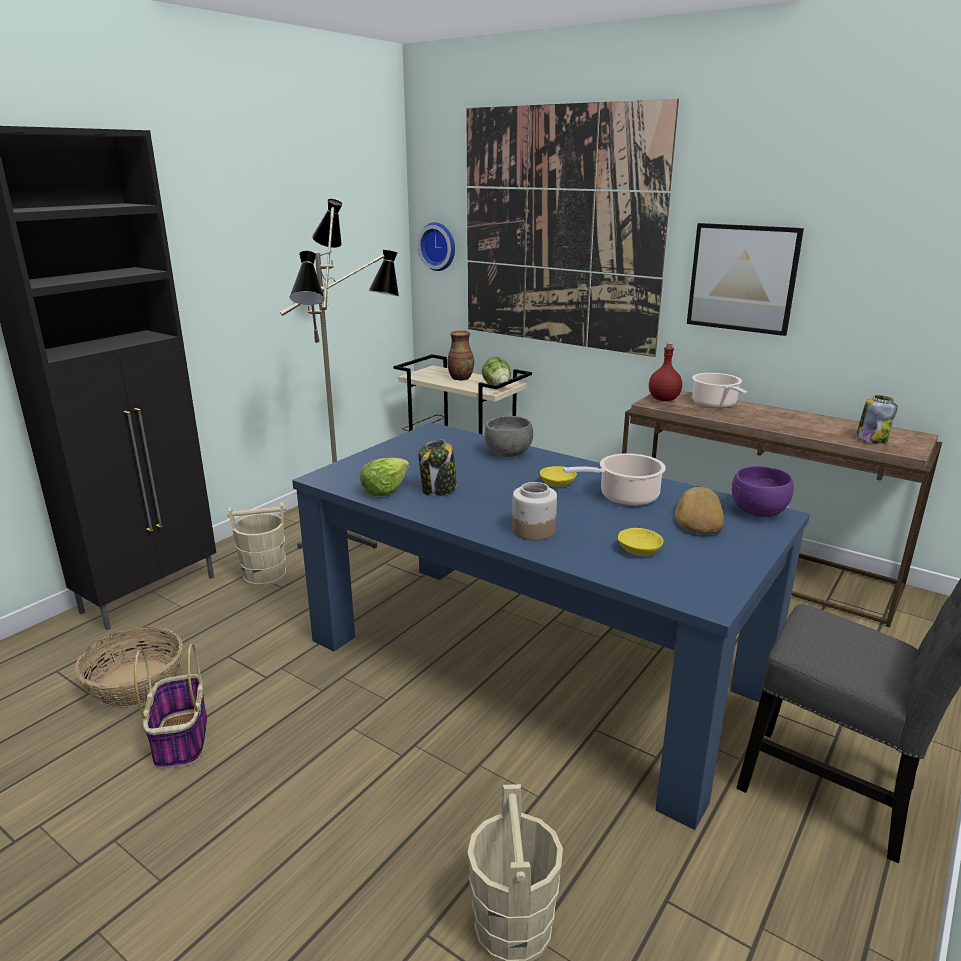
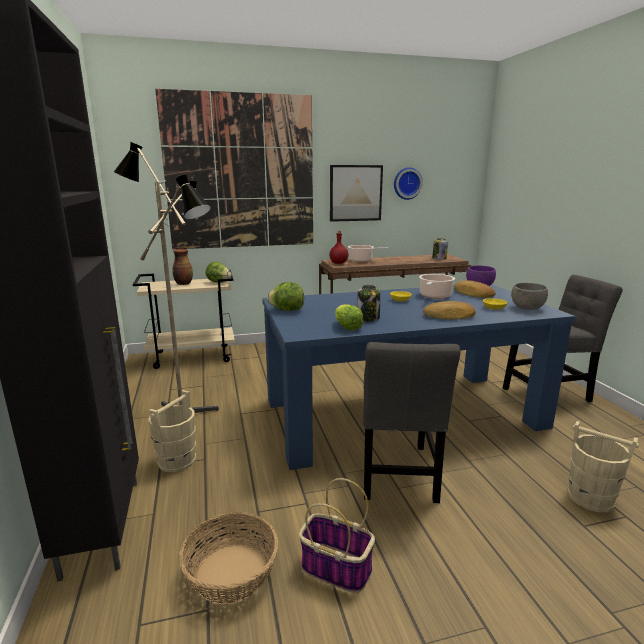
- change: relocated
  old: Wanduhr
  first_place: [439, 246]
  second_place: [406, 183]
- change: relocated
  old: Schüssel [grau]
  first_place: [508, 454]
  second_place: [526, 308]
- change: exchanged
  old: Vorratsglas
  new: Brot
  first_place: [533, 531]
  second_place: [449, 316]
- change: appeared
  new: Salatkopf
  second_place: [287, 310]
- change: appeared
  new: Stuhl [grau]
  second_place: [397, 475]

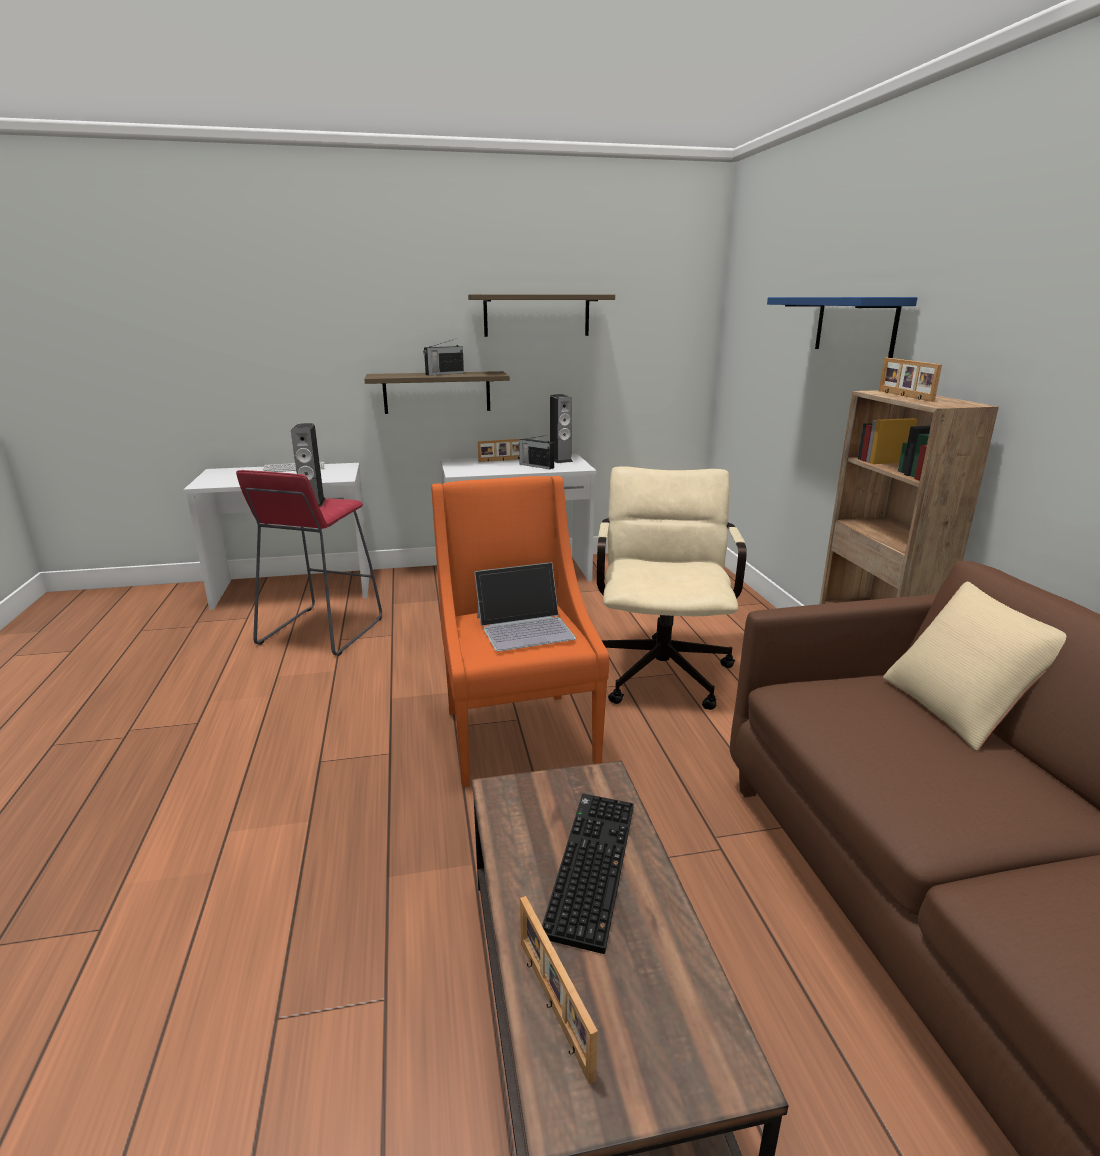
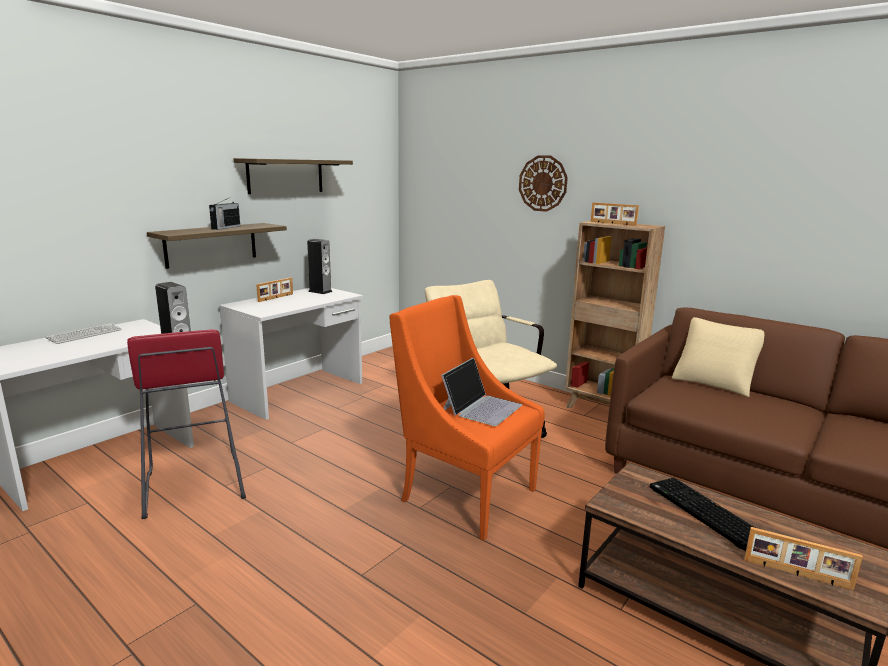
- change: missing
  old: Radio
  first_place: [536, 466]
- change: exchanged
  old: Wandregal [blau]
  new: Wanduhr
  first_place: [855, 325]
  second_place: [543, 183]

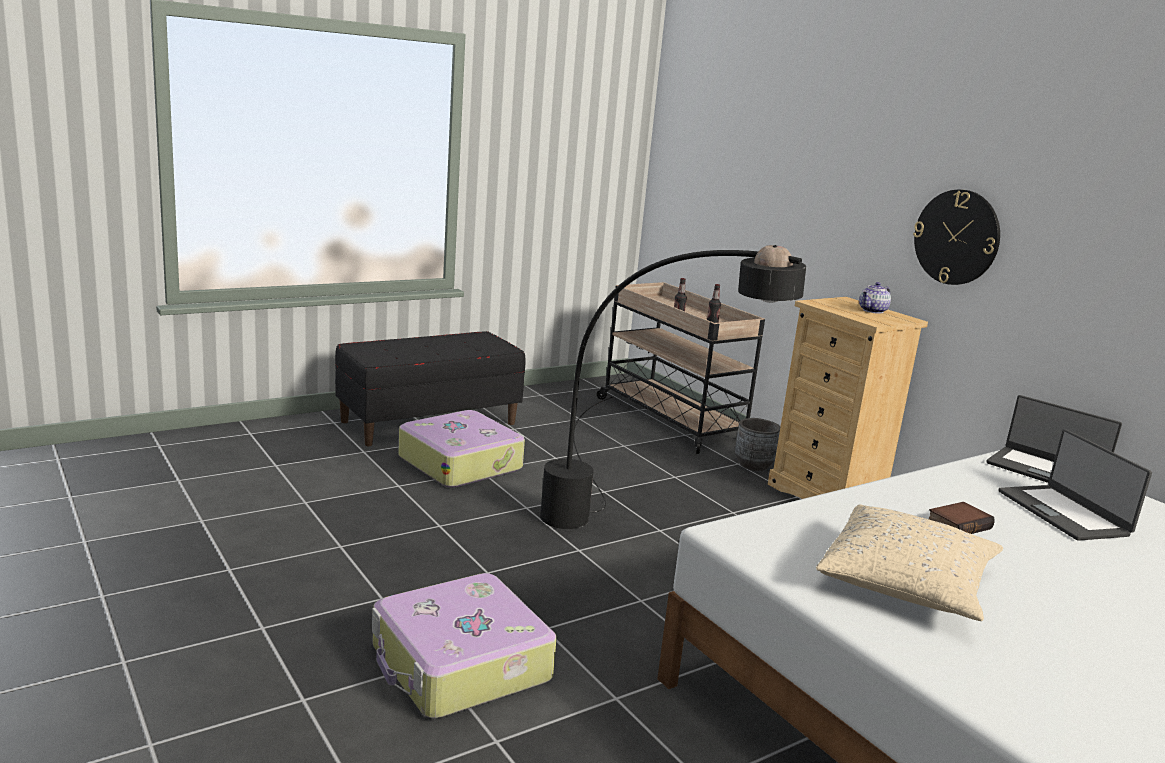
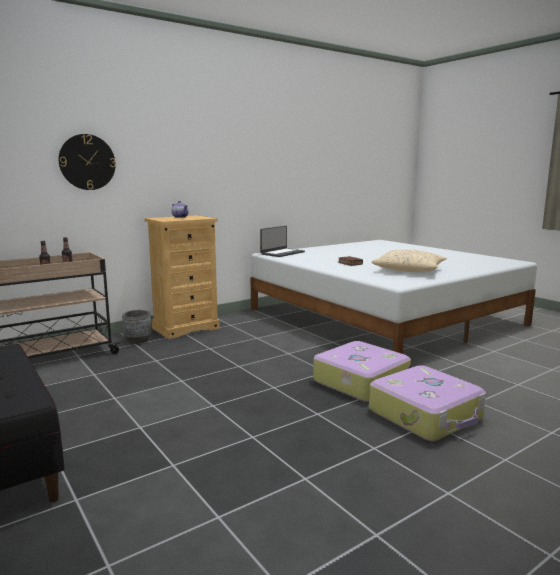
- change: relocated
  old: Koffer
  first_place: [461, 463]
  second_place: [359, 381]
- change: missing
  old: Stehlampe [schwarz]
  first_place: [628, 529]
- change: relocated
  old: Wanduhr
  first_place: [956, 237]
  second_place: [87, 162]
- change: missing
  old: Laptop
  first_place: [1064, 513]

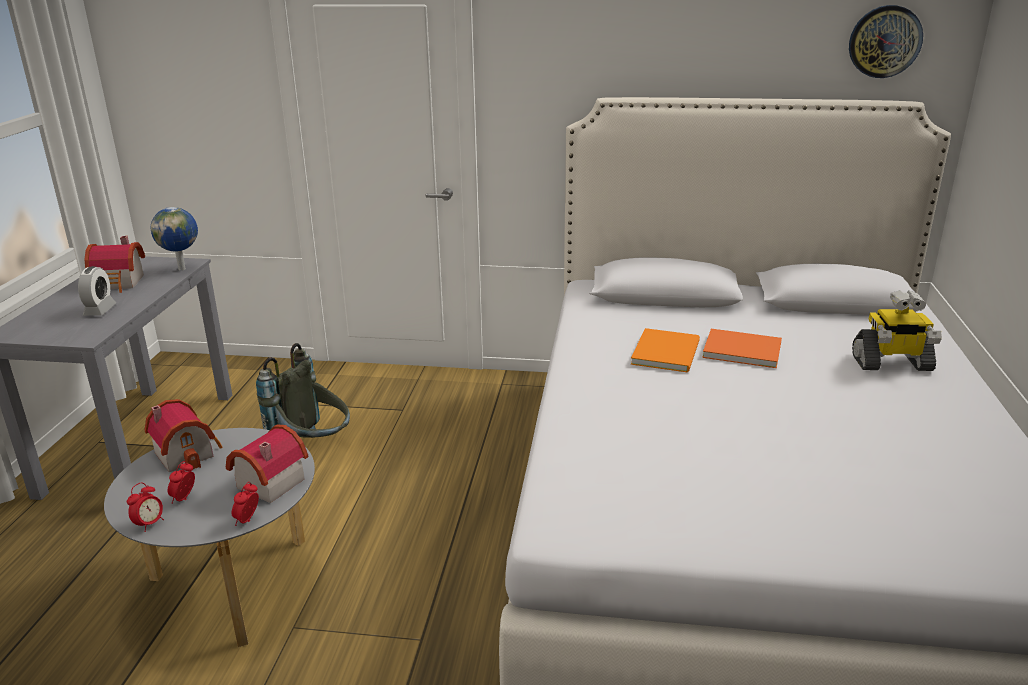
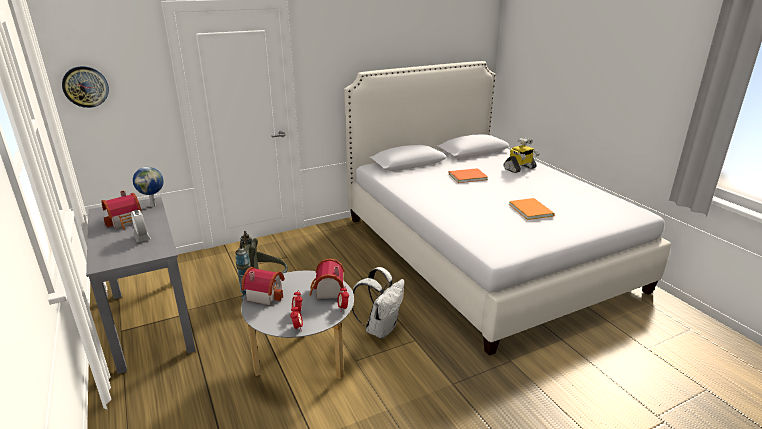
- change: relocated
  old: Buch [orange]
  first_place: [668, 352]
  second_place: [531, 209]
- change: relocated
  old: Wanduhr
  first_place: [884, 41]
  second_place: [85, 86]
- change: appeared
  new: Rucksack [weiß]
  second_place: [380, 328]

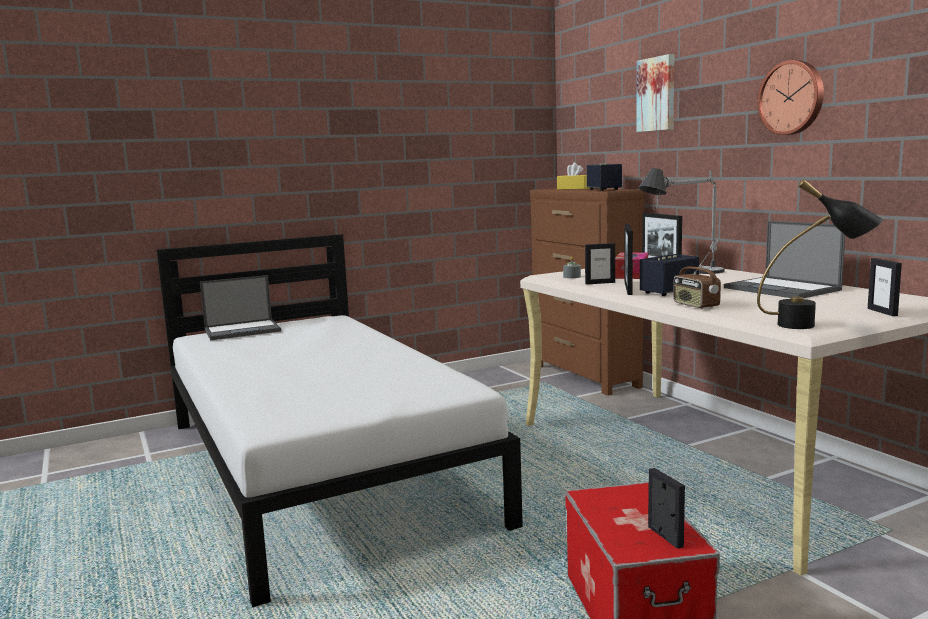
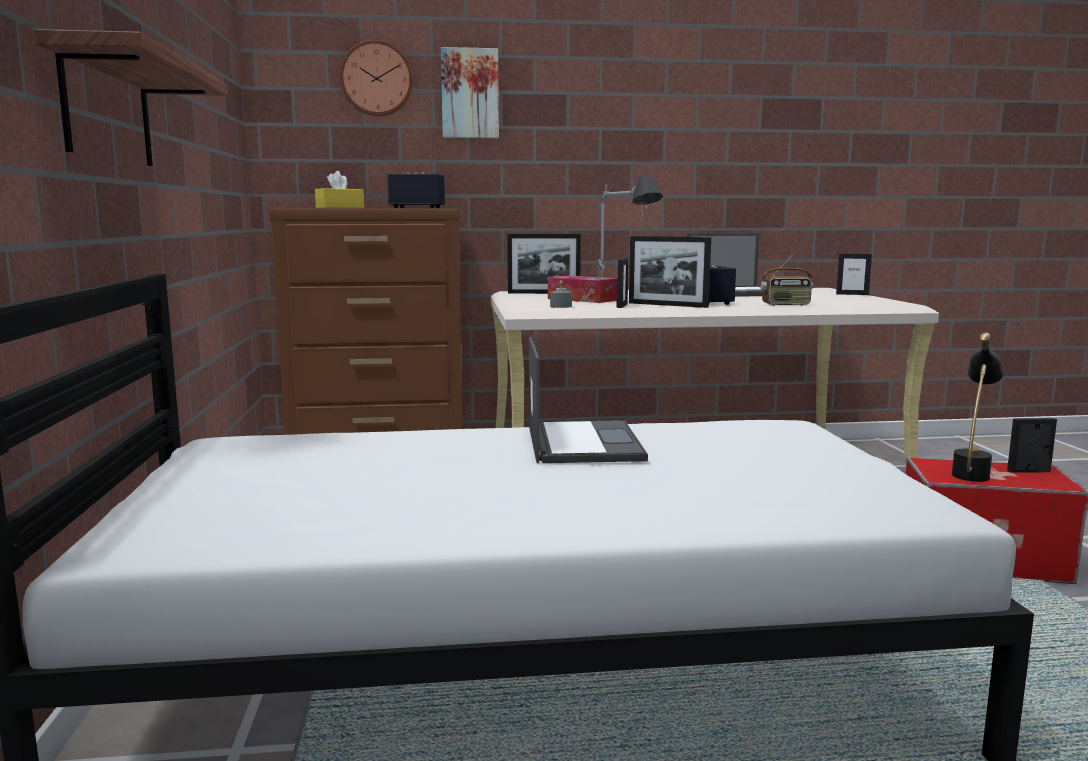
- change: relocated
  old: Laptop
  first_place: [243, 330]
  second_place: [582, 442]
- change: relocated
  old: Wanduhr
  first_place: [792, 98]
  second_place: [377, 79]
- change: relocated
  old: Tischlampe [schwarz]
  first_place: [814, 325]
  second_place: [972, 472]
- change: appeared
  new: Wandregal
  second_place: [108, 110]

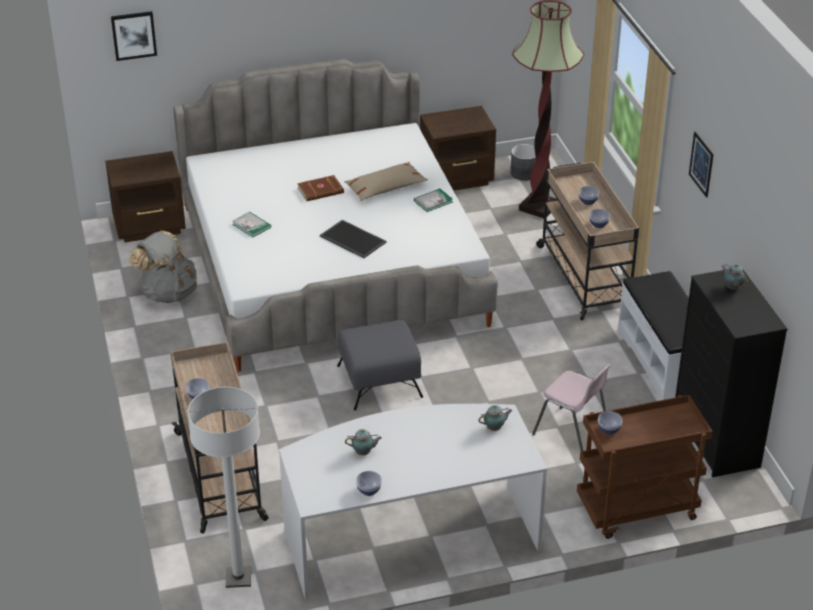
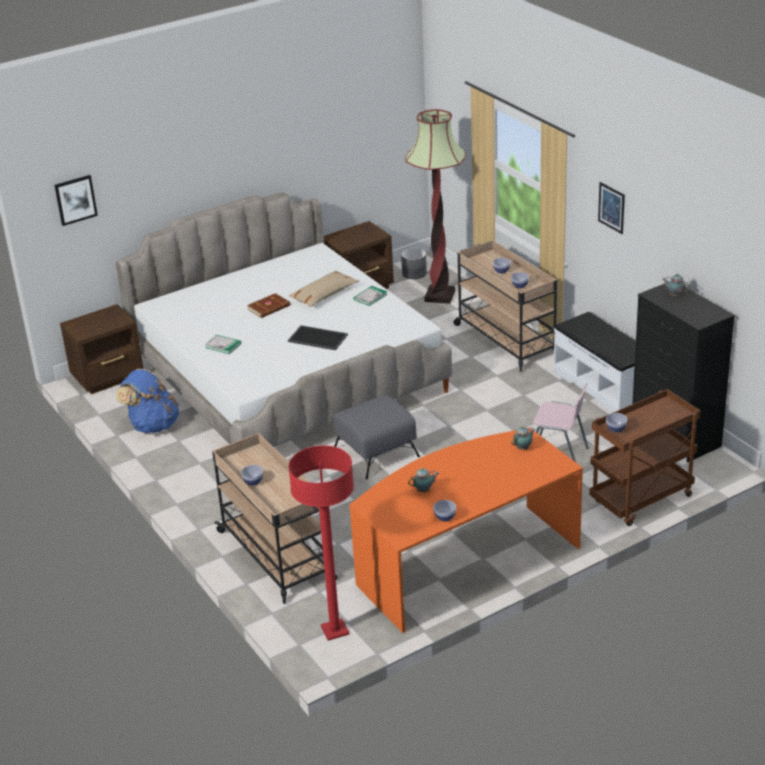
- change: colour
  old: Rucksack [grau]
  new: Rucksack [blau]
  first_place: [168, 293]
  second_place: [152, 425]
- change: colour
  old: Stehlampe [weiß]
  new: Stehlampe [rot]
  first_place: [238, 578]
  second_place: [335, 630]
- change: colour
  old: Schreibtisch [weiß]
  new: Schreibtisch [orange]
  first_place: [409, 535]
  second_place: [465, 562]

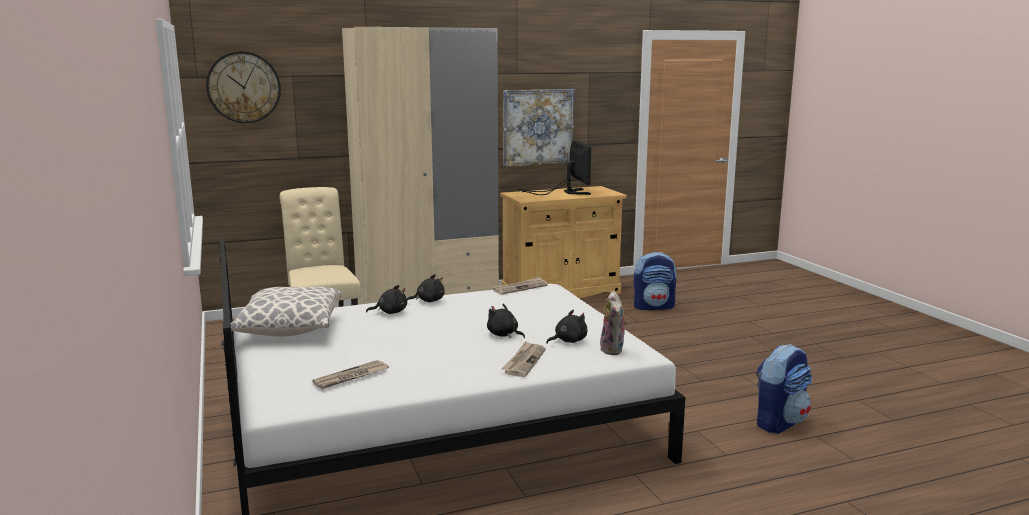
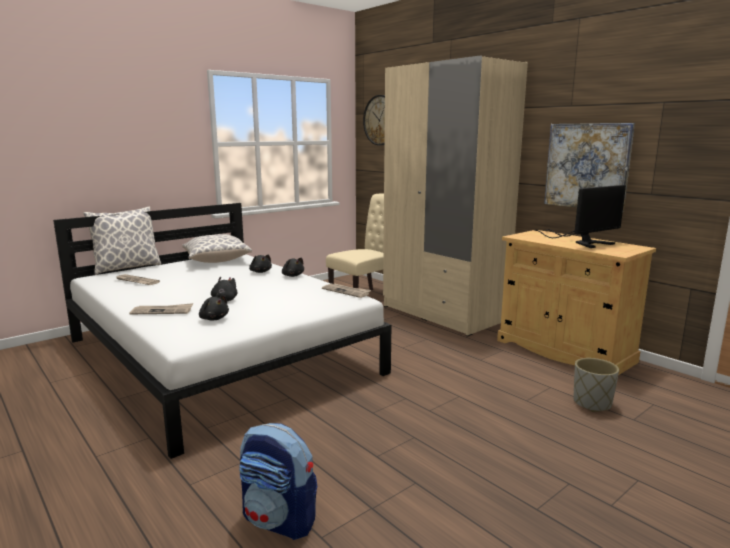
- change: missing
  old: Plüschtier
  first_place: [614, 350]
- change: exchanged
  old: Rucksack
  new: Pflanzkübel [grau]
  first_place: [653, 307]
  second_place: [592, 403]
- change: appeared
  new: Kissen
  second_place: [127, 268]

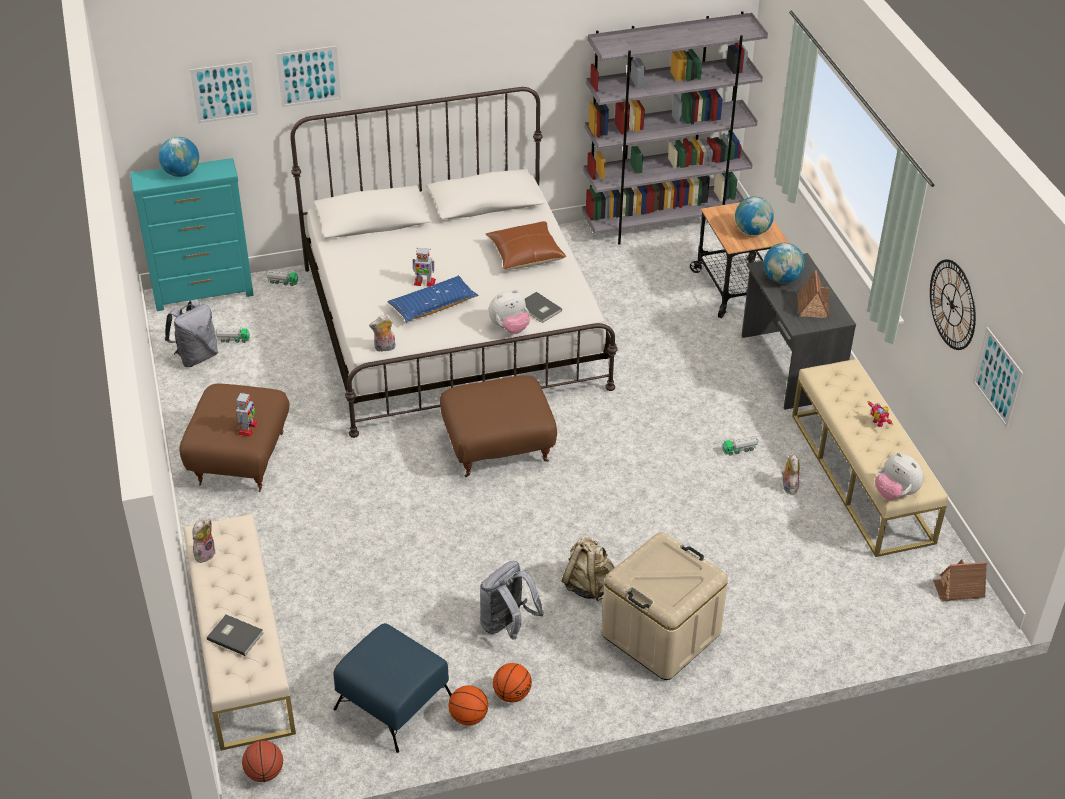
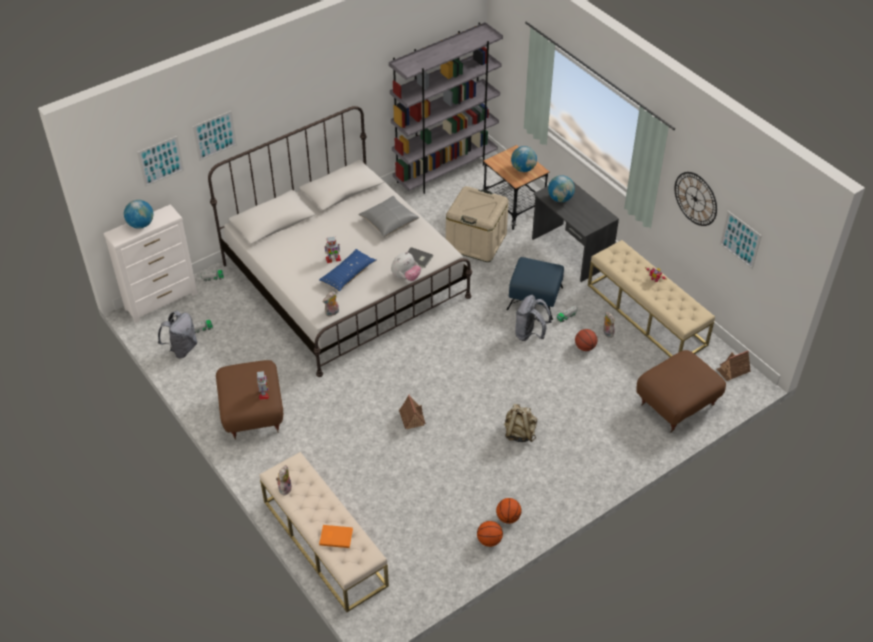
- change: colour
  old: Kommode [türkis]
  new: Kommode [weiß]
  first_place: [204, 293]
  second_place: [162, 301]
- change: colour
  old: Buch [grau]
  new: Buch [orange]
  first_place: [235, 635]
  second_place: [335, 536]
- change: relocated
  old: Basketball
  first_place: [264, 773]
  second_place: [585, 347]
- change: relocated
  old: Polsterhocker [blau]
  first_place: [393, 703]
  second_place: [535, 299]
- change: relocated
  old: Polsterhocker [braun]
  first_place: [498, 447]
  second_place: [676, 404]
- change: relocated
  old: Rucksack [grau]
  first_place: [507, 626]
  second_place: [530, 334]
- change: colour
  old: Kissen [braun]
  new: Kissen [grau]
  first_place: [525, 254]
  second_place: [388, 221]
- change: relocated
  old: Aufbewahrungsbox [beige]
  first_place: [661, 634]
  second_place: [476, 241]
- change: relocated
  old: Spielzeughaus
  first_place: [812, 306]
  second_place: [411, 417]
- change: missing
  old: Plüschtier
  first_place: [895, 493]

